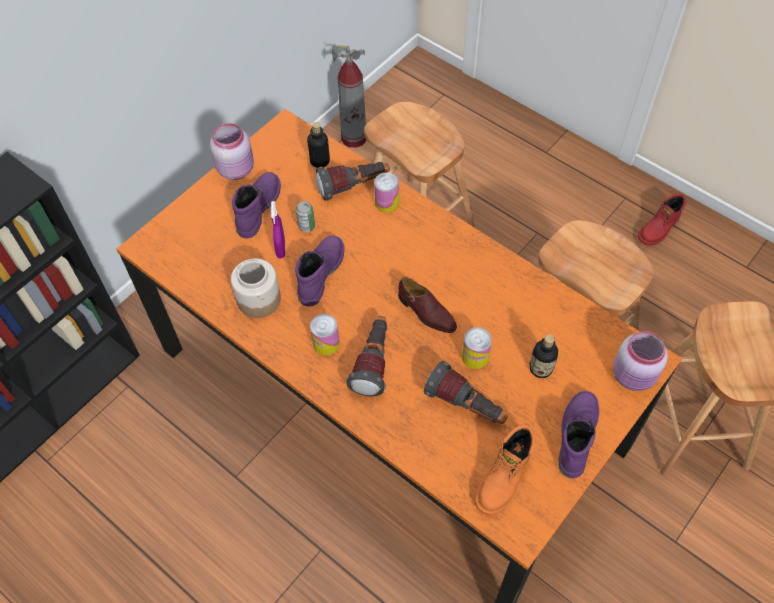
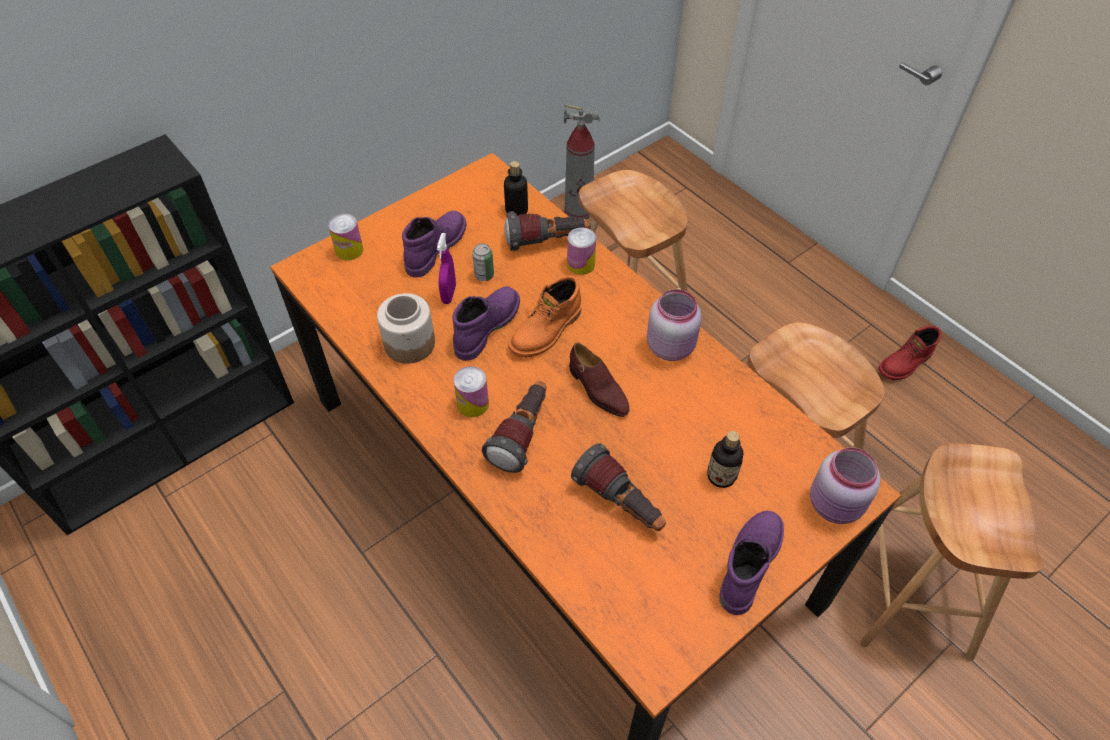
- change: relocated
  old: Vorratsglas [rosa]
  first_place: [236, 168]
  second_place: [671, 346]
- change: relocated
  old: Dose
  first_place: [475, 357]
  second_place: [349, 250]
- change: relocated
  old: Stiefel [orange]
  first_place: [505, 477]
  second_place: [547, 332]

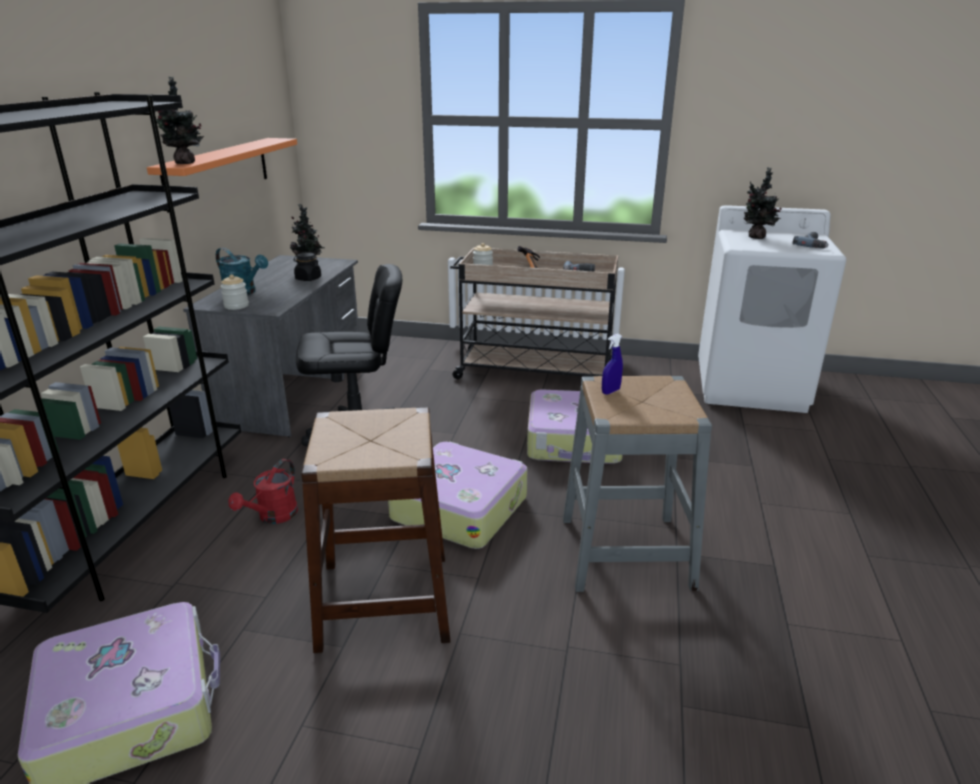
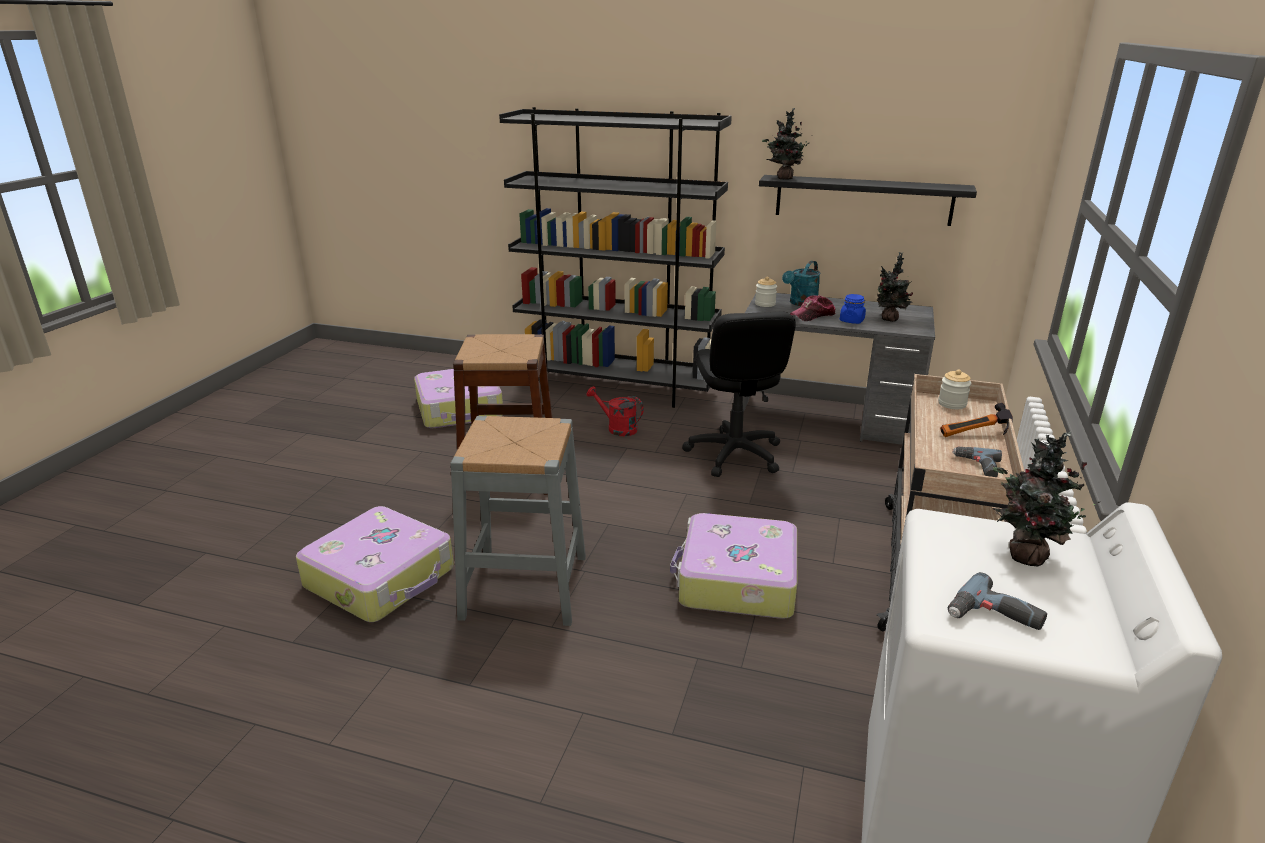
- change: colour
  old: Wandregal [orange]
  new: Wandregal [schwarz]
  first_place: [218, 172]
  second_place: [863, 200]
- change: colour
  old: Vorratsglas [schwarz]
  new: Vorratsglas [blau]
  first_place: [308, 278]
  second_place: [851, 321]
- change: relocated
  old: Koffer
  first_place: [459, 507]
  second_place: [382, 578]
- change: missing
  old: Sprühflasche [blau]
  first_place: [610, 391]
- change: appeared
  new: Kappe
  second_place: [813, 315]

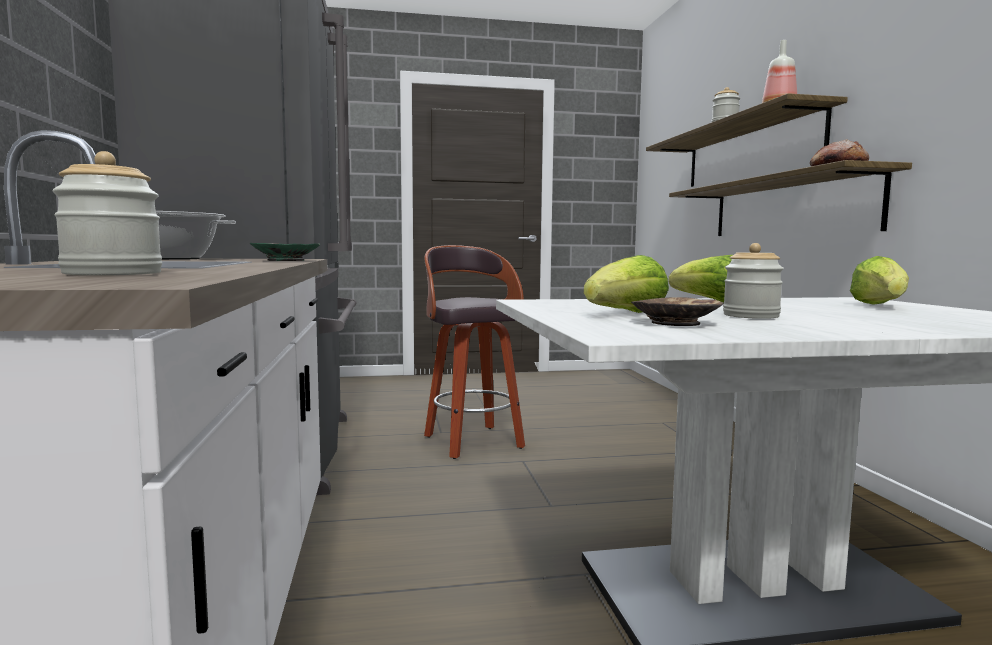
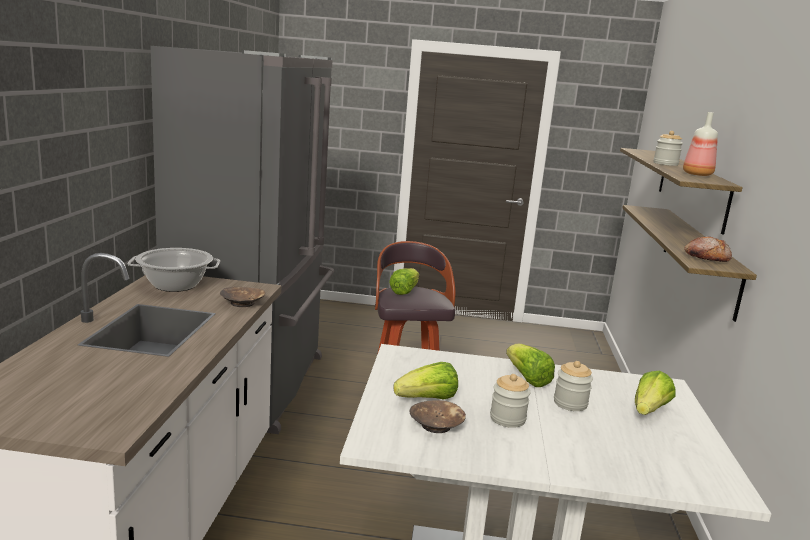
- change: relocated
  old: Vorratsglas
  first_place: [113, 274]
  second_place: [570, 403]
- change: colour
  old: Schüssel [grün]
  new: Schüssel [braun]
  first_place: [286, 260]
  second_place: [242, 303]
- change: appeared
  new: Salatkopf
  second_place: [404, 291]

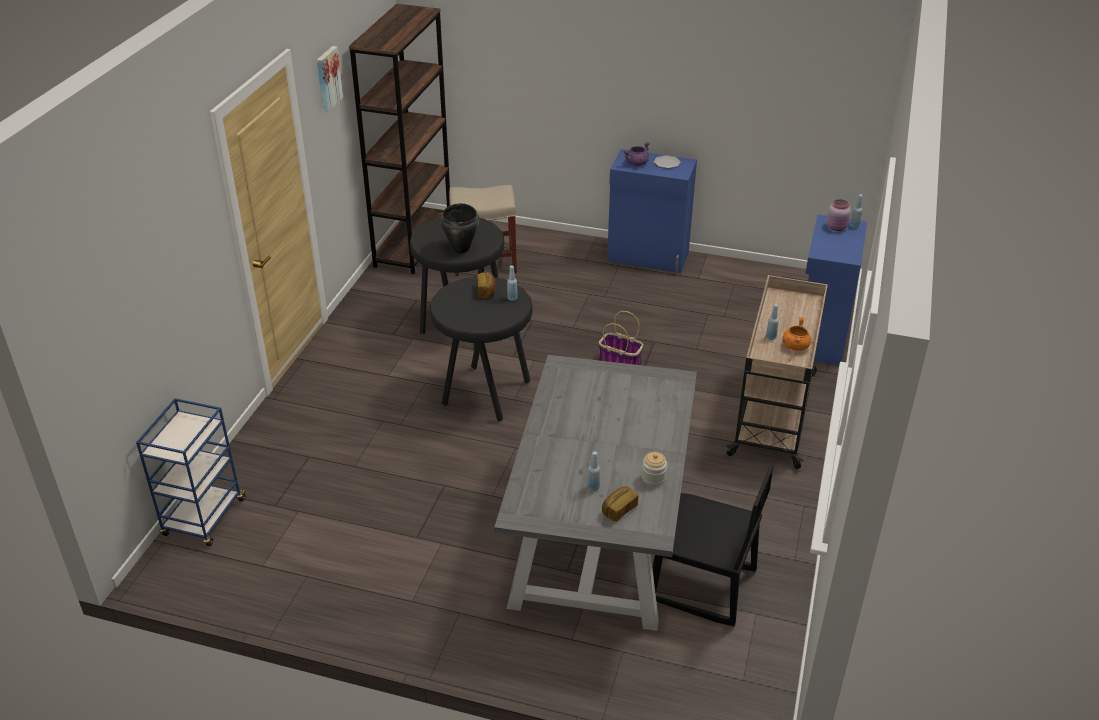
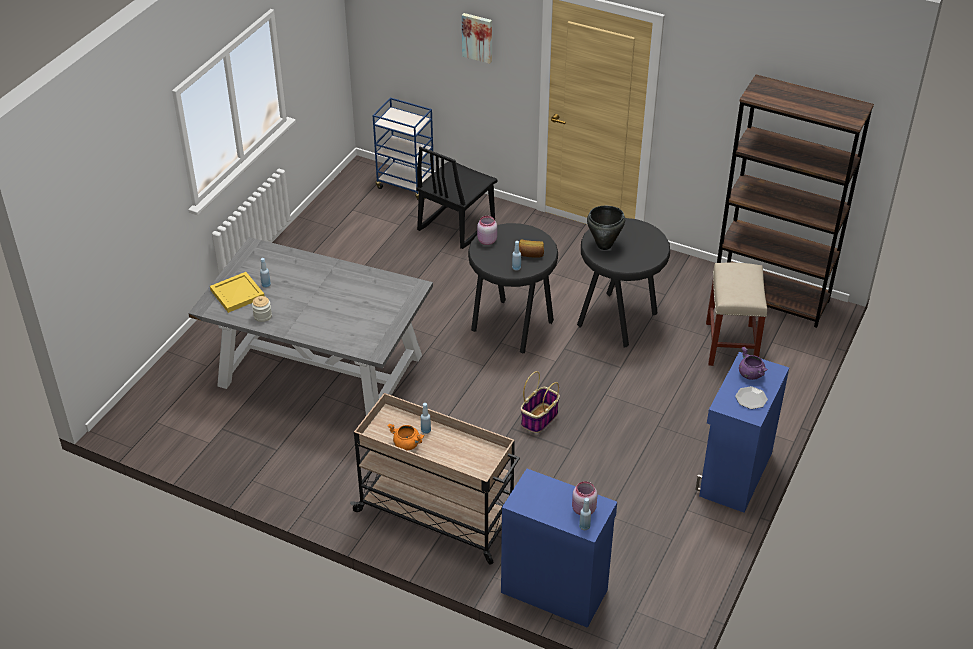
- change: relocated
  old: Bild
  first_place: [327, 78]
  second_place: [477, 37]
- change: exchanged
  old: Brot
  new: Tablett [gelb]
  first_place: [619, 510]
  second_place: [238, 294]
- change: relocated
  old: Stuhl [schwarz]
  first_place: [702, 586]
  second_place: [455, 225]
- change: appeared
  new: Vorratsglas [rosa]
  second_place: [486, 241]

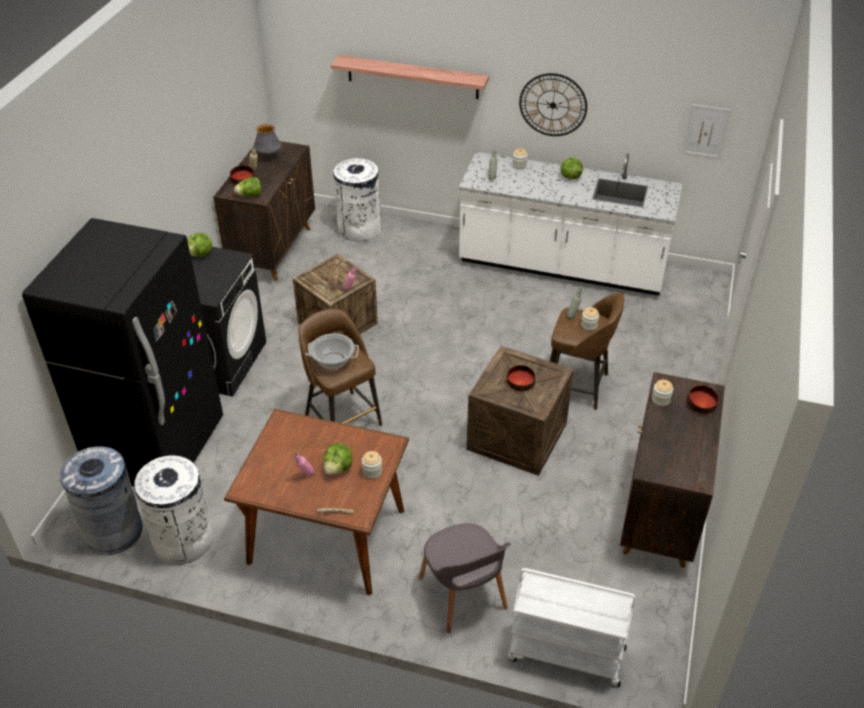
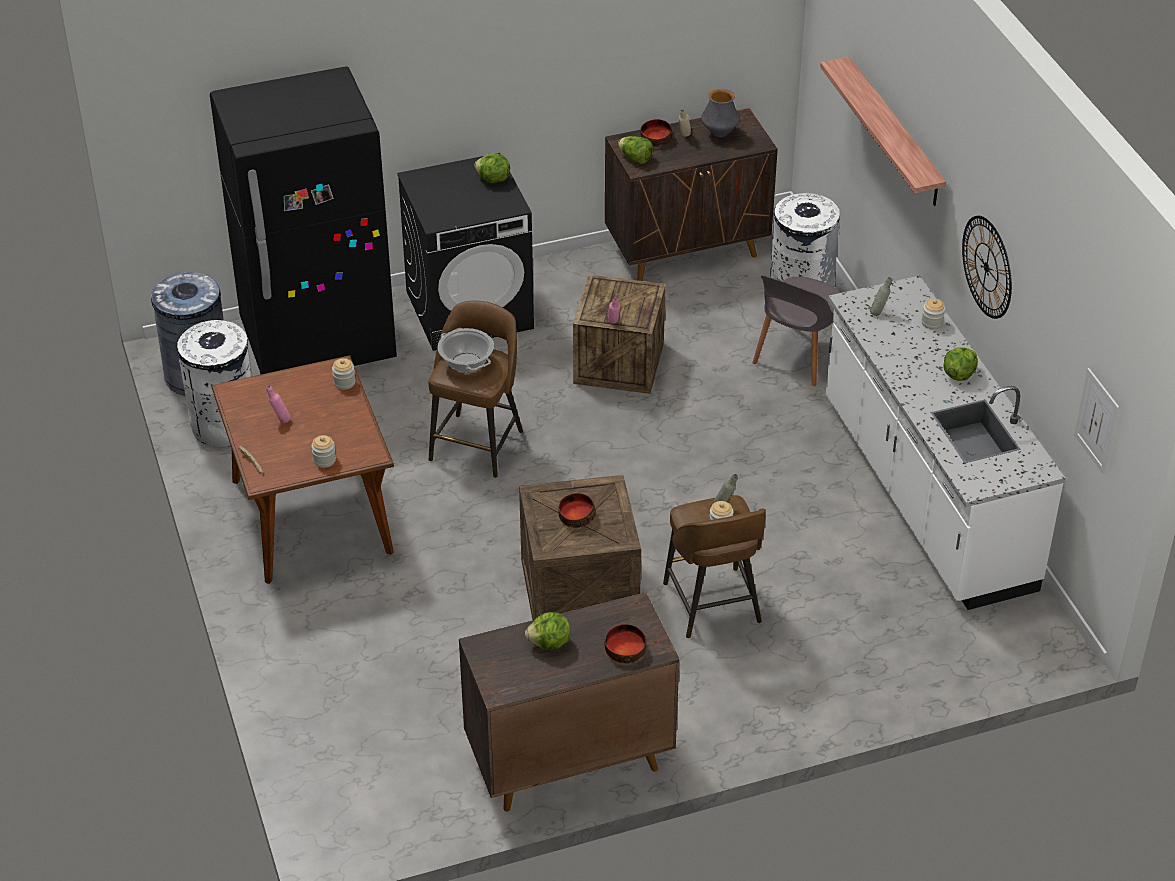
- change: relocated
  old: Salatkopf
  first_place: [338, 468]
  second_place: [549, 643]
- change: relocated
  old: Stuhl [grau]
  first_place: [463, 595]
  second_place: [798, 355]
- change: missing
  old: Rollwagen [weiß]
  first_place: [565, 654]
- change: relocated
  old: Vorratsglas
  first_place: [660, 400]
  second_place: [344, 382]

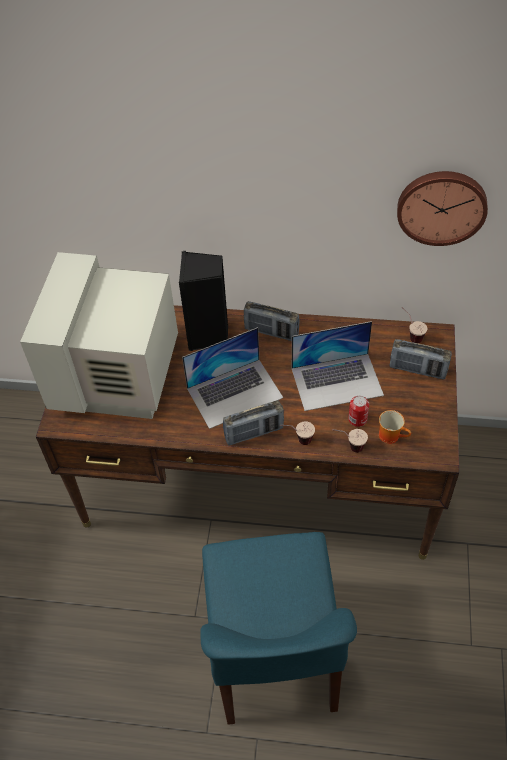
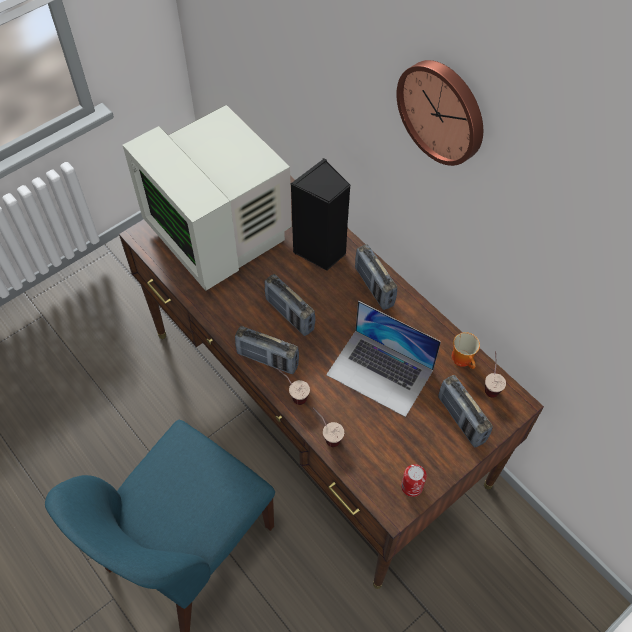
- change: spun
  old: Monitor
  first_place: [119, 377]
  second_place: [221, 233]
  degrees: -90
- change: exchanged
  old: Laptop
  new: Radio
  first_place: [235, 393]
  second_place: [289, 315]
- change: relocated
  old: Dose
  first_place: [357, 419]
  second_place: [411, 486]
- change: relocated
  old: Henkelbecher
  first_place: [391, 435]
  second_place: [464, 359]
- change: relocated
  old: Wanduhr
  first_place: [441, 206]
  second_place: [443, 111]

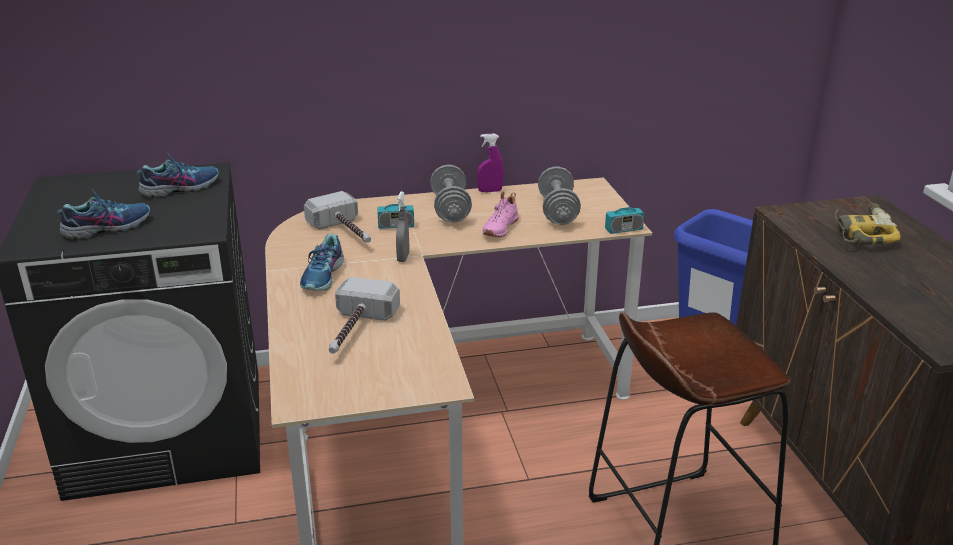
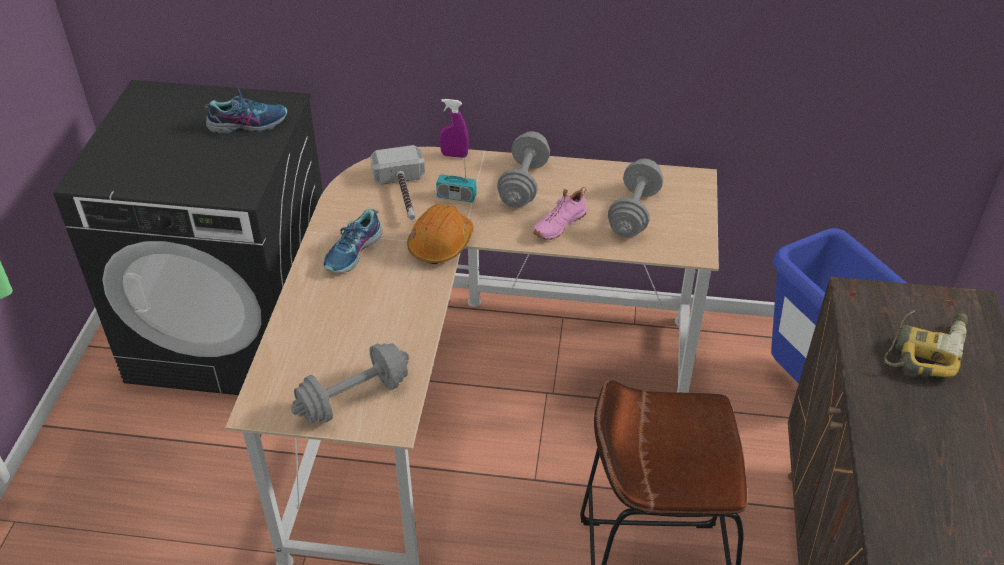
- change: missing
  old: Schuh
  first_place: [107, 227]
- change: missing
  old: Hammer
  first_place: [355, 331]
- change: exchanged
  old: Sprühflasche [grau]
  new: Schutzhelm [orange]
  first_place: [403, 257]
  second_place: [441, 244]
- change: relocated
  old: Sprühflasche [lila]
  first_place: [490, 191]
  second_place: [454, 155]
- change: missing
  old: Radio
  first_place: [623, 230]
- change: appeared
  new: Hantel [grau]
  second_place: [353, 398]

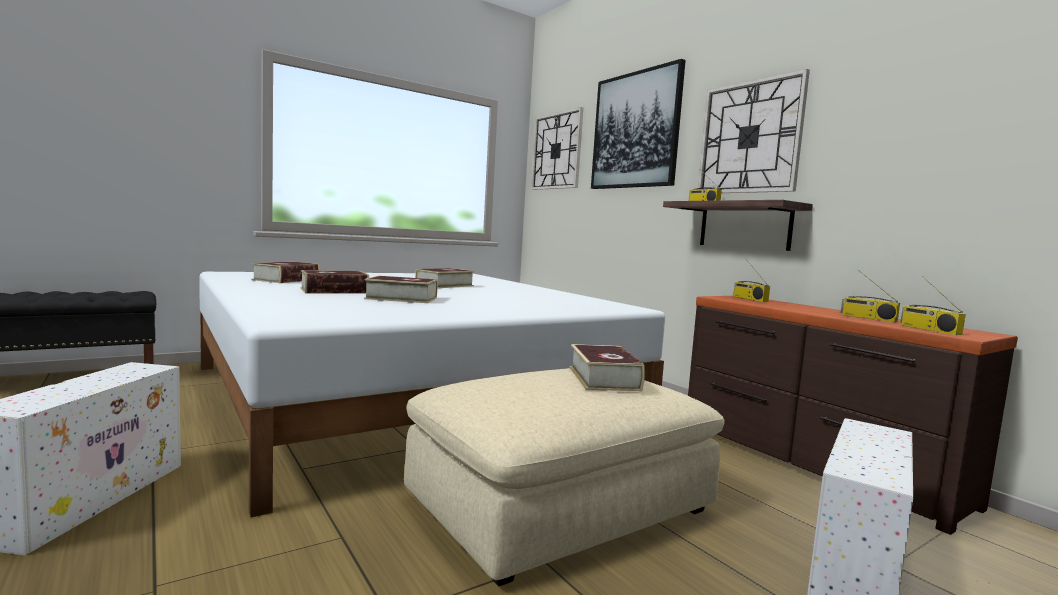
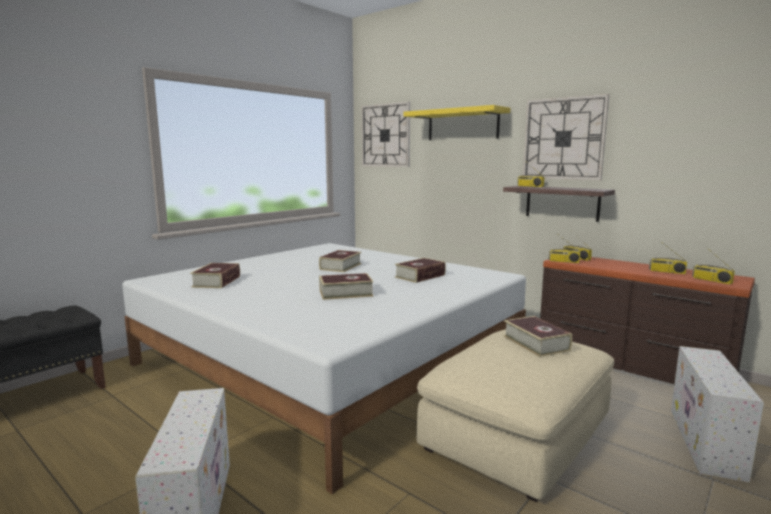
- change: relocated
  old: Buch
  first_place: [334, 290]
  second_place: [420, 276]
- change: exchanged
  old: Bild
  new: Wandregal [gelb]
  first_place: [635, 130]
  second_place: [462, 125]
- change: appeared
  new: Radio
  second_place: [563, 261]

